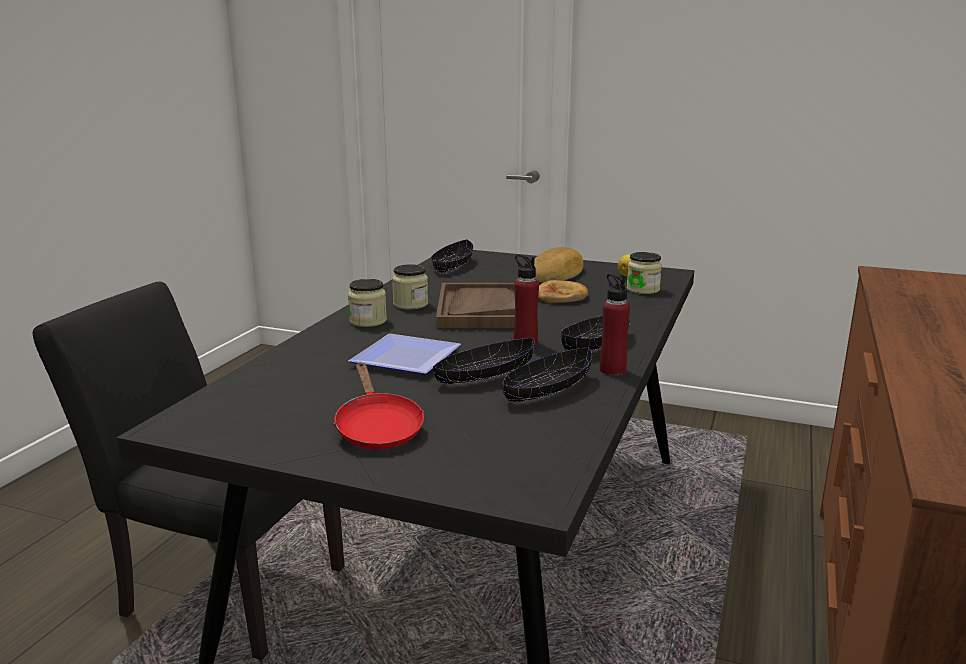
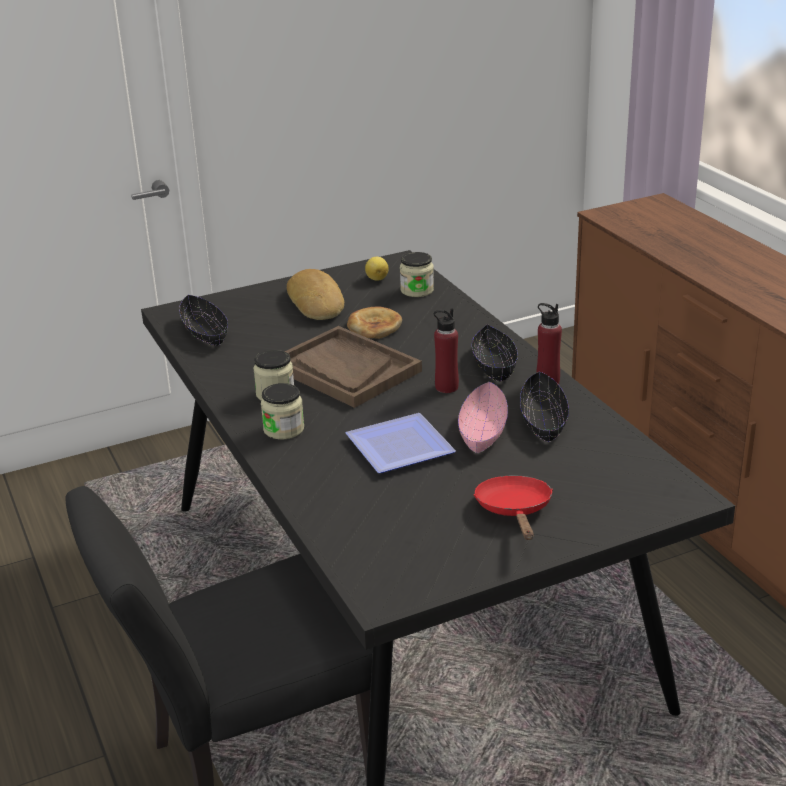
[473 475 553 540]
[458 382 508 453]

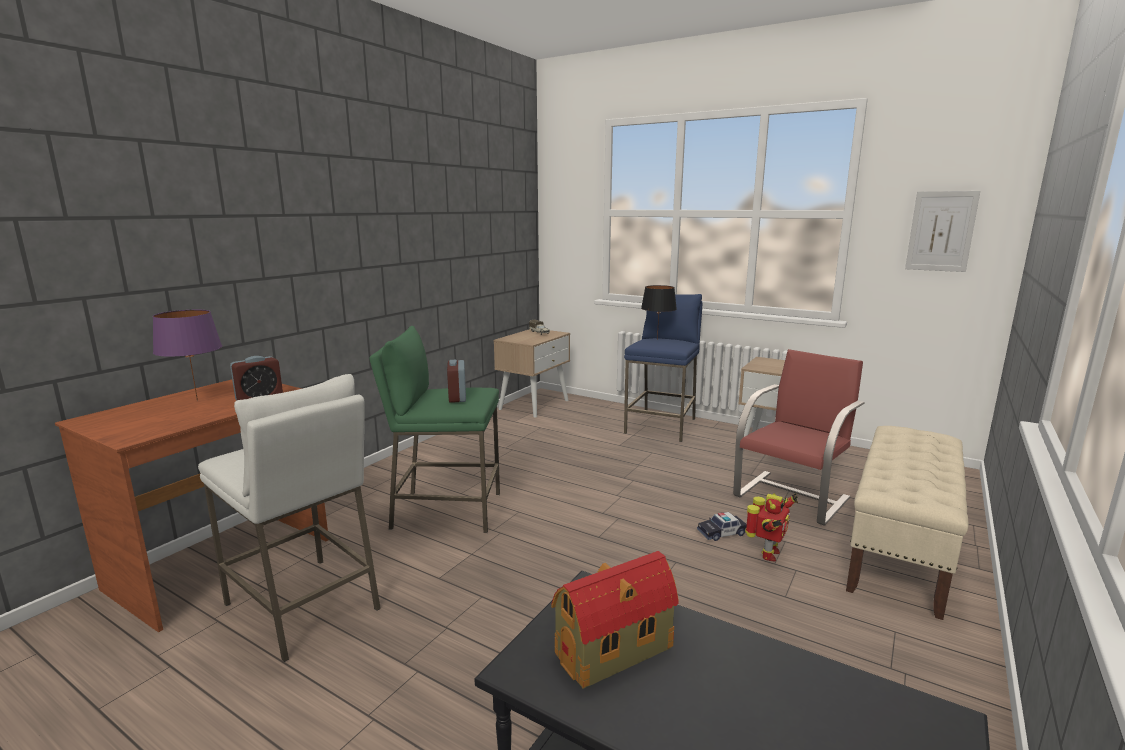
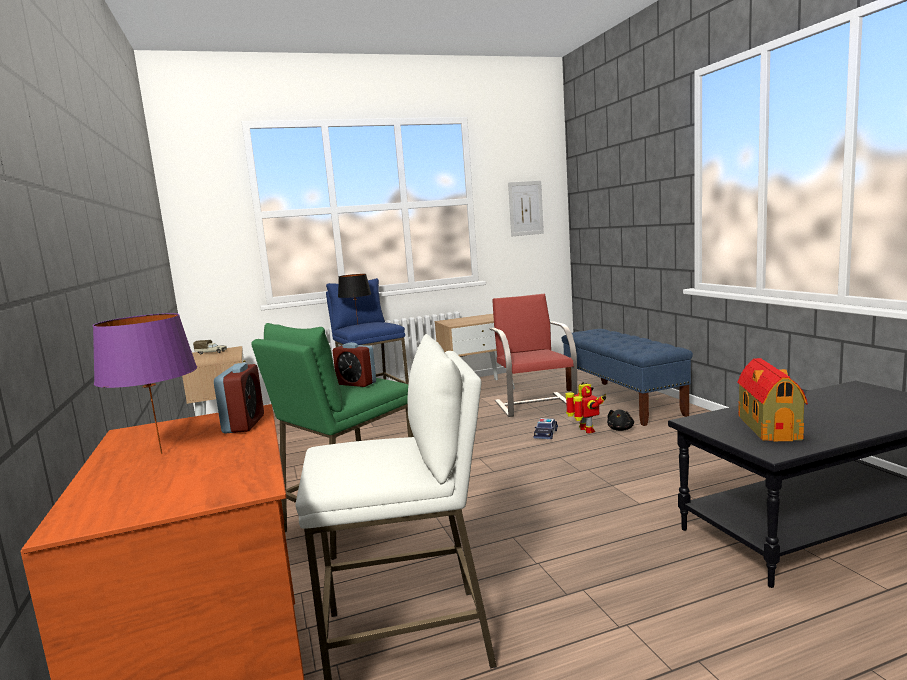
[562 329 693 426]
[607 410 634 431]

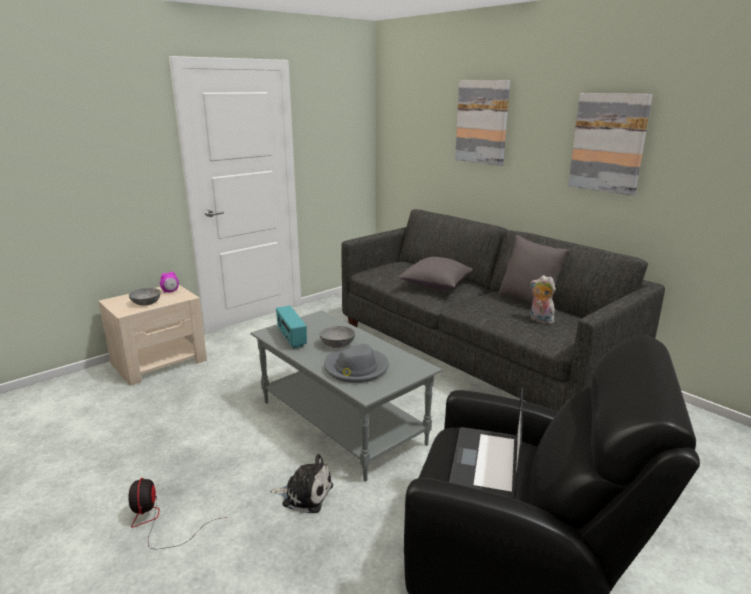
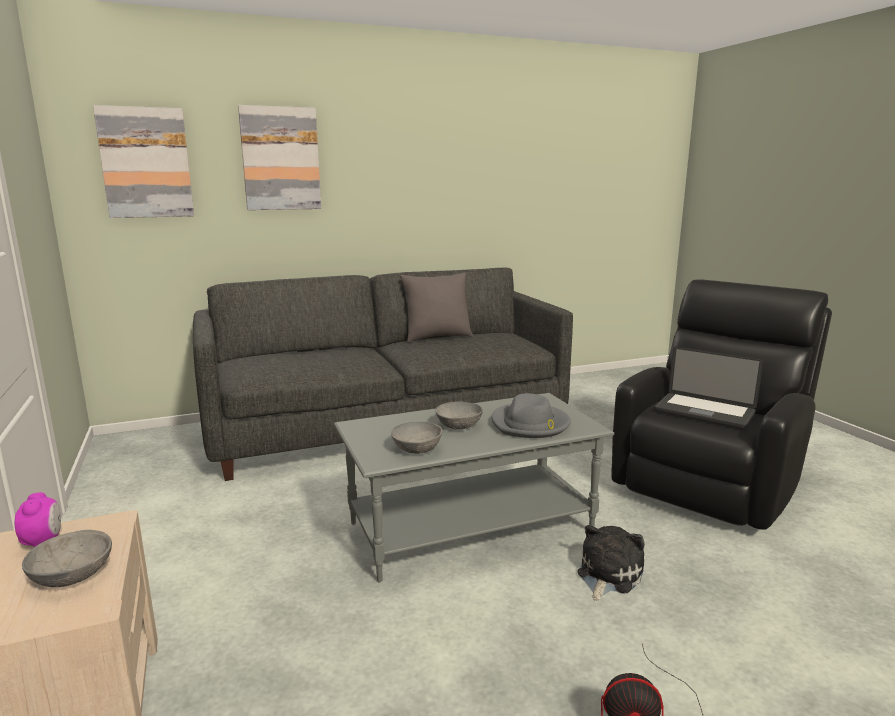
[391 422 442 454]
[398 257 473 290] (first image)
[531 275 556 324] (first image)
[93 105 194 218]

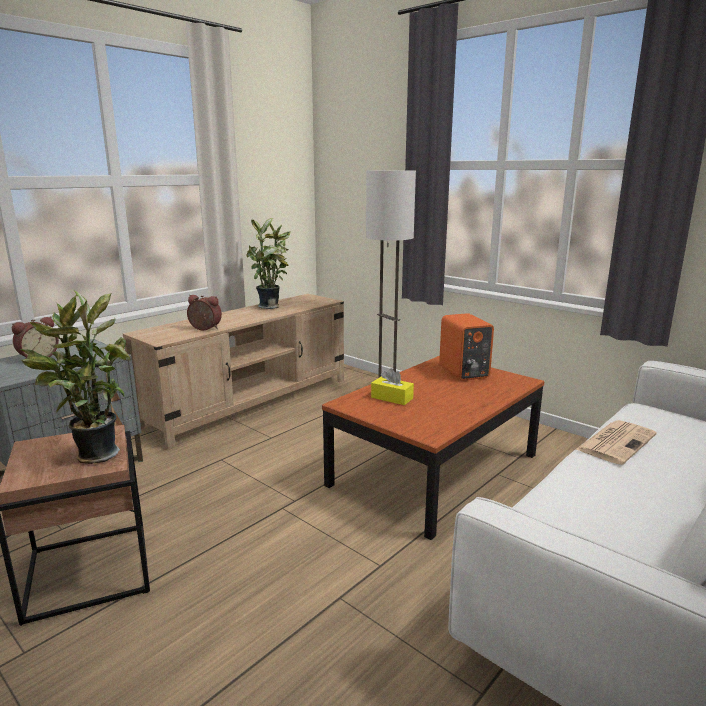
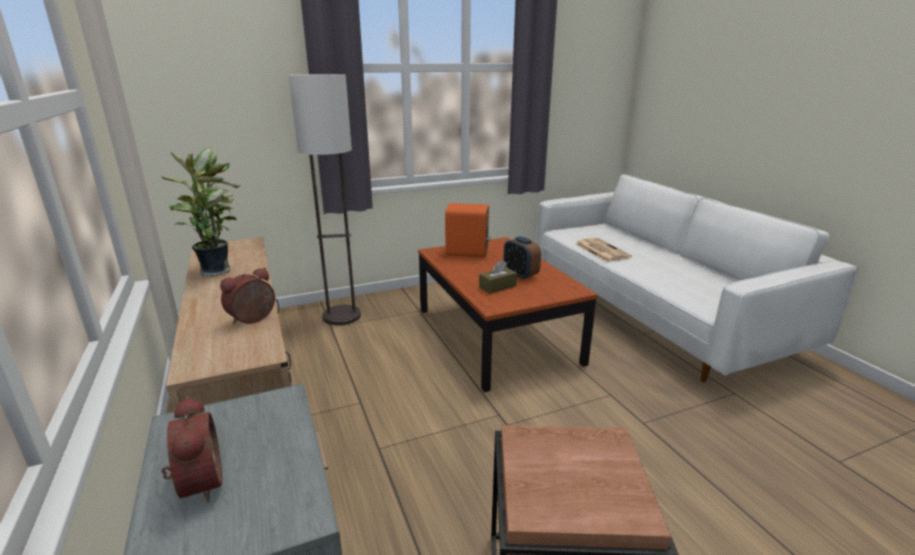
[20 290 130 464] (first image)
[479 260 517 294]
[503 236 541 280]

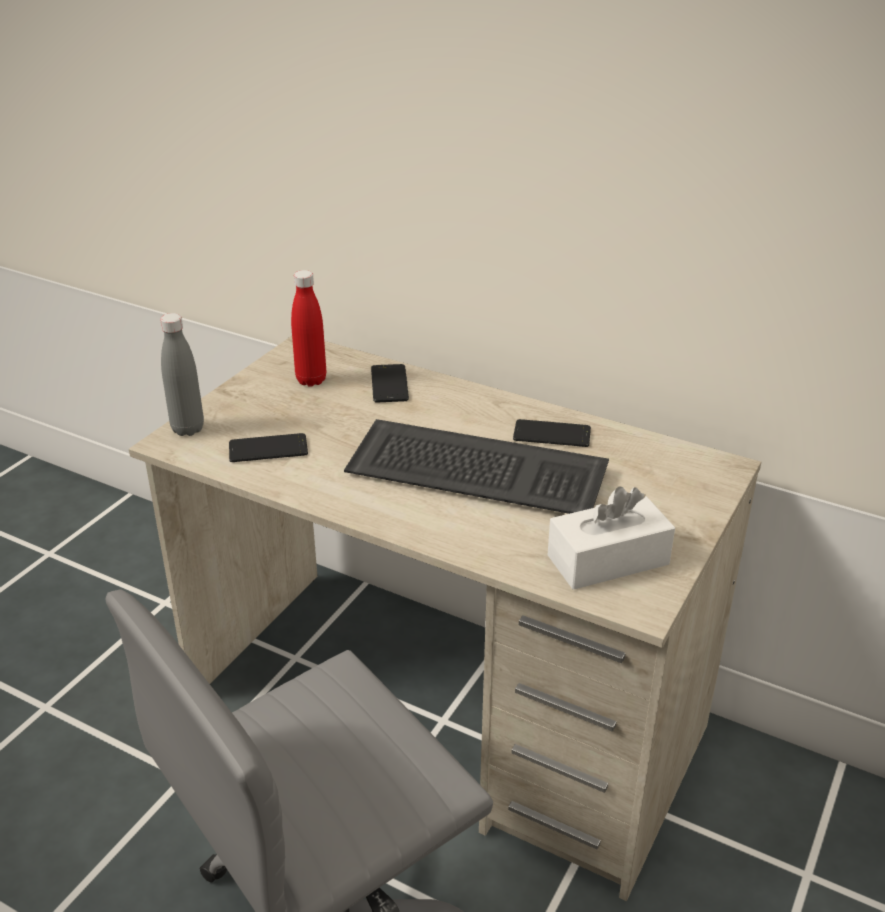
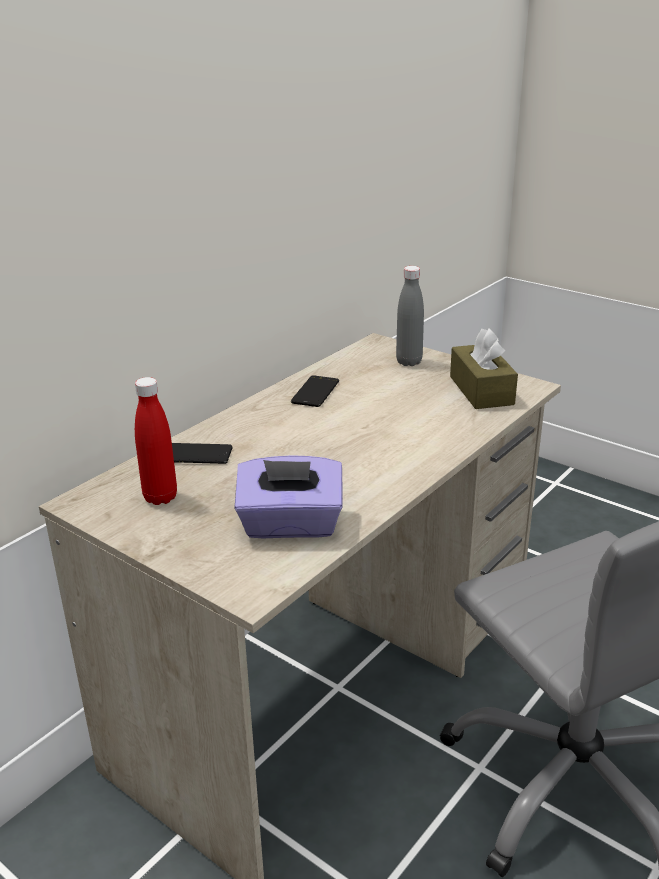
[396 266 424 366]
[234 455 343 538]
[344 419 609 514] (first image)
[450 328 518 409]

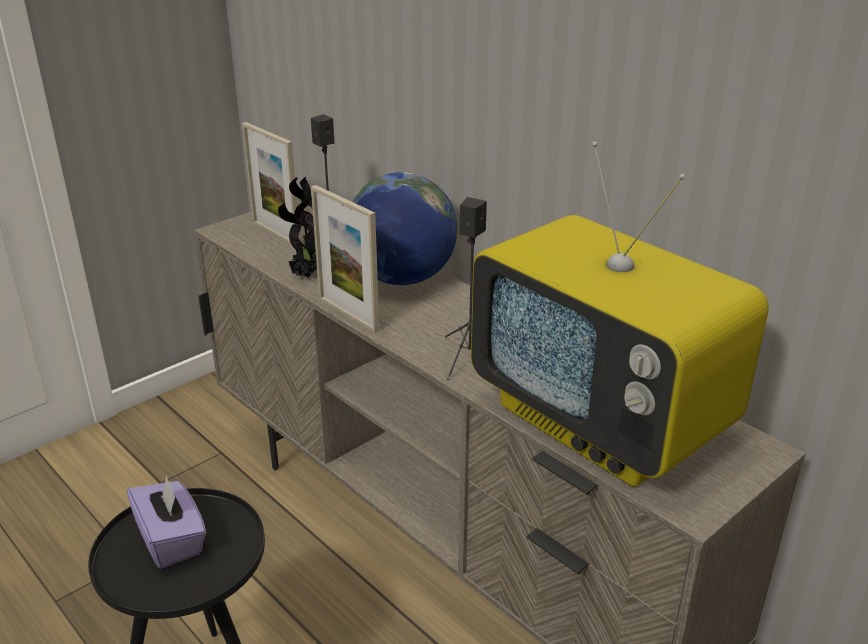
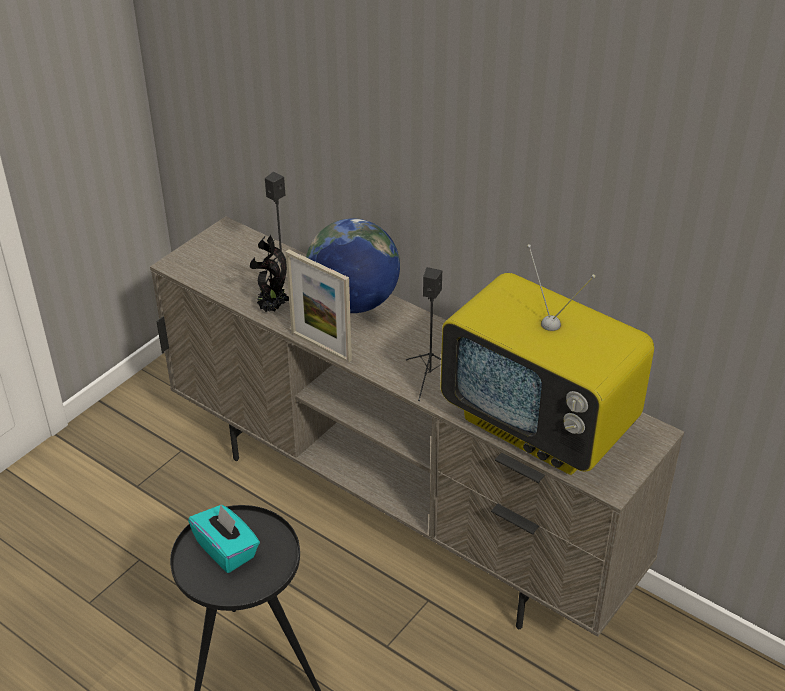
[188 505 260 573]
[242 122 300 245] (first image)

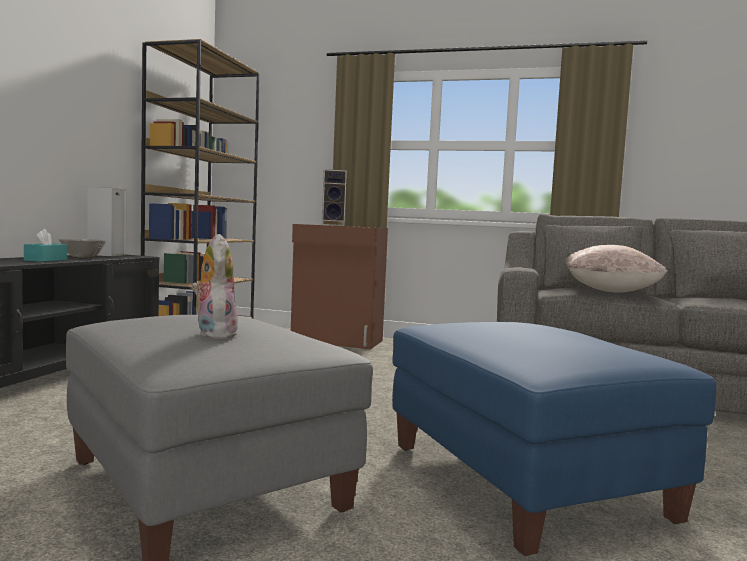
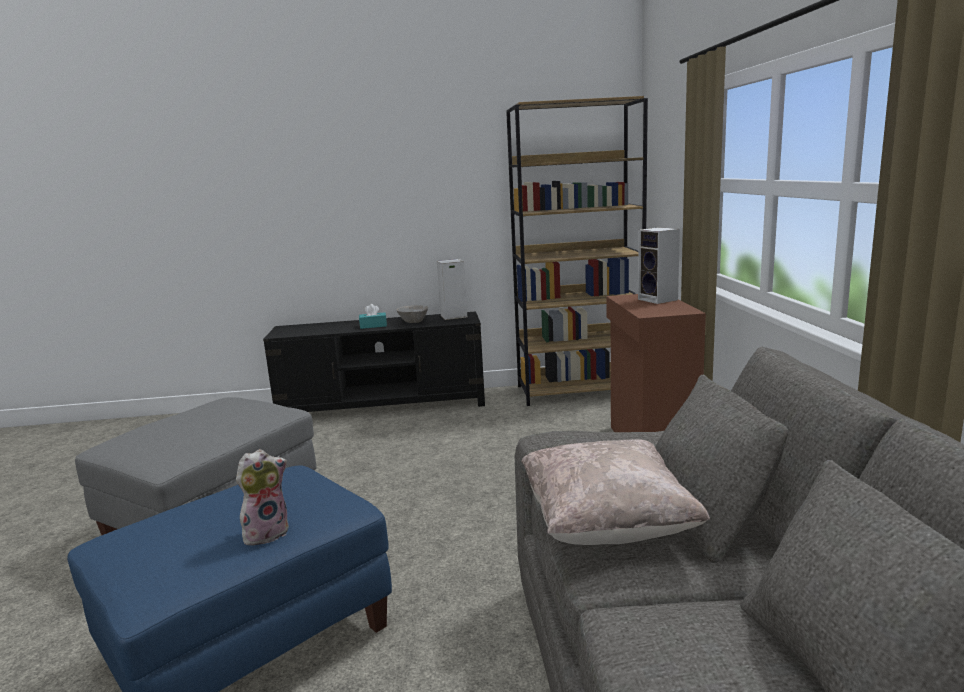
[236 449 289 547]

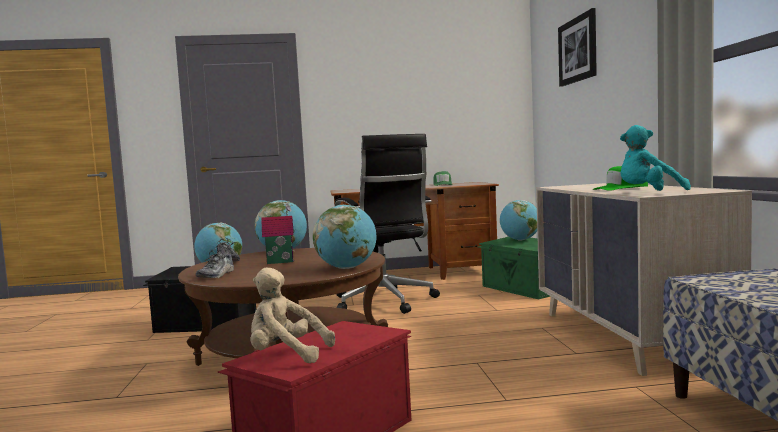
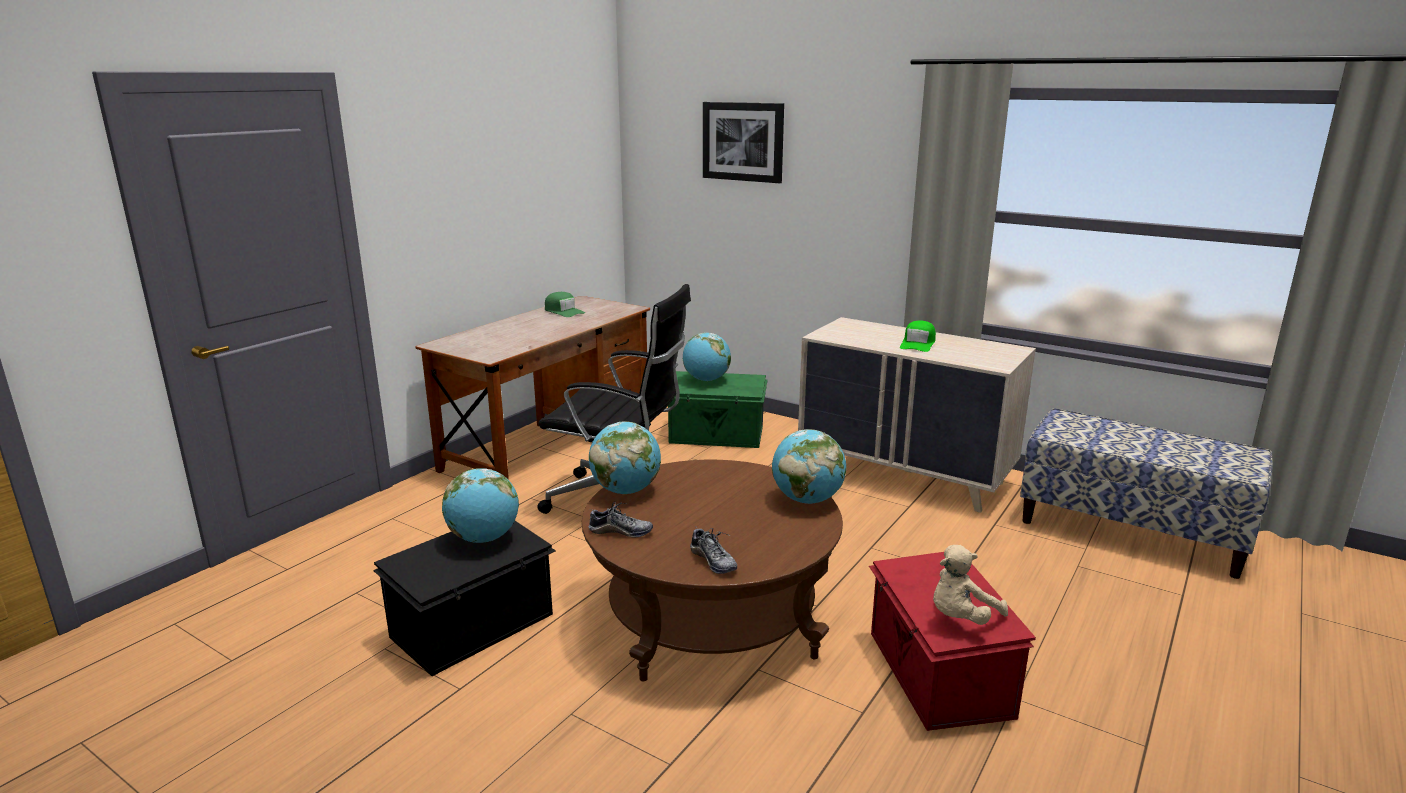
[261 203 294 264] (first image)
[620 125 691 191] (first image)

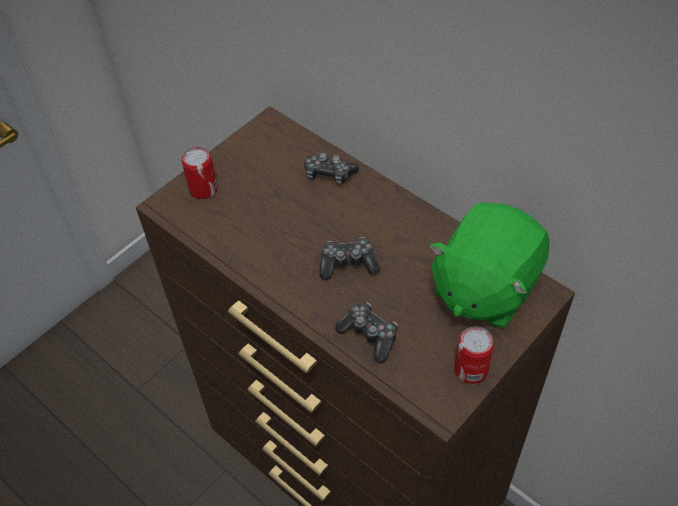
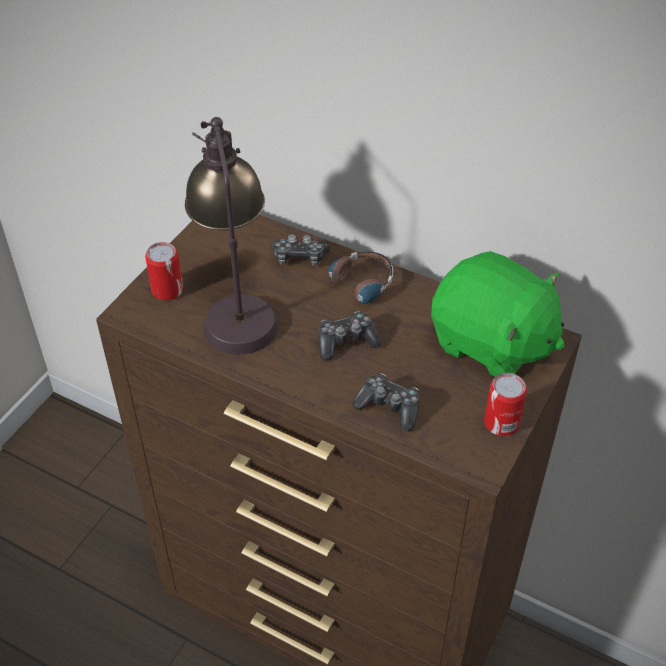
[431 251 565 377]
[185 117 278 355]
[311 252 393 304]

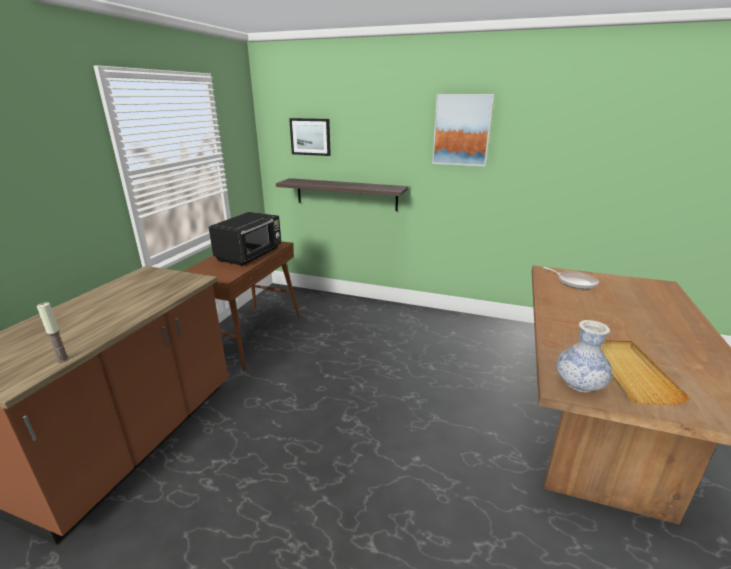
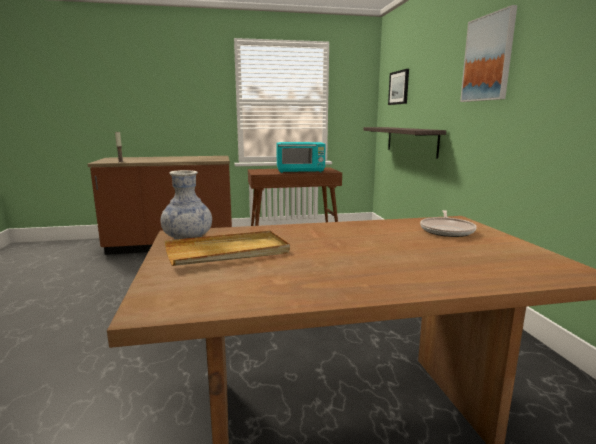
[276 142 326 173]

